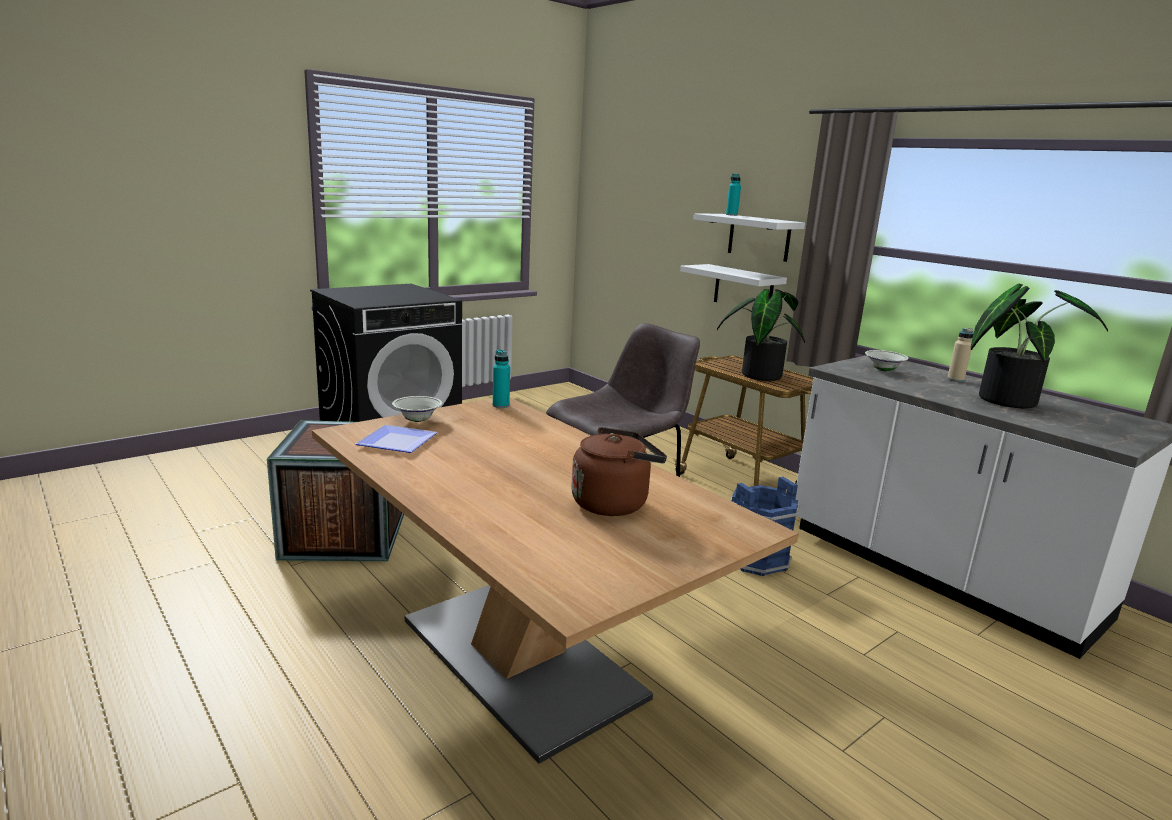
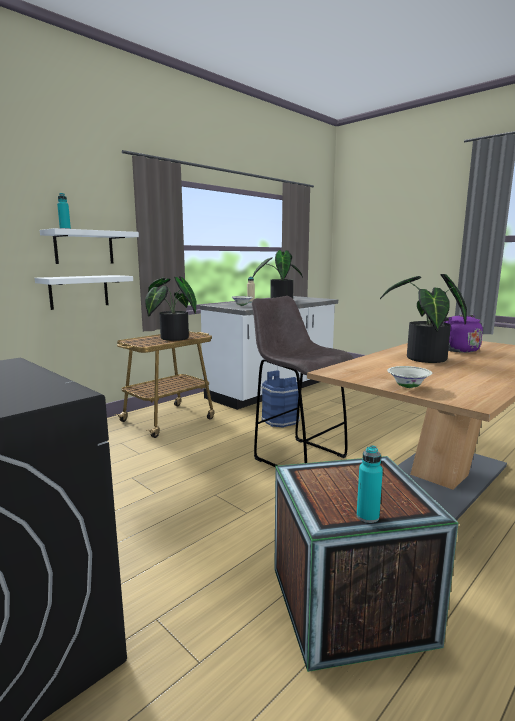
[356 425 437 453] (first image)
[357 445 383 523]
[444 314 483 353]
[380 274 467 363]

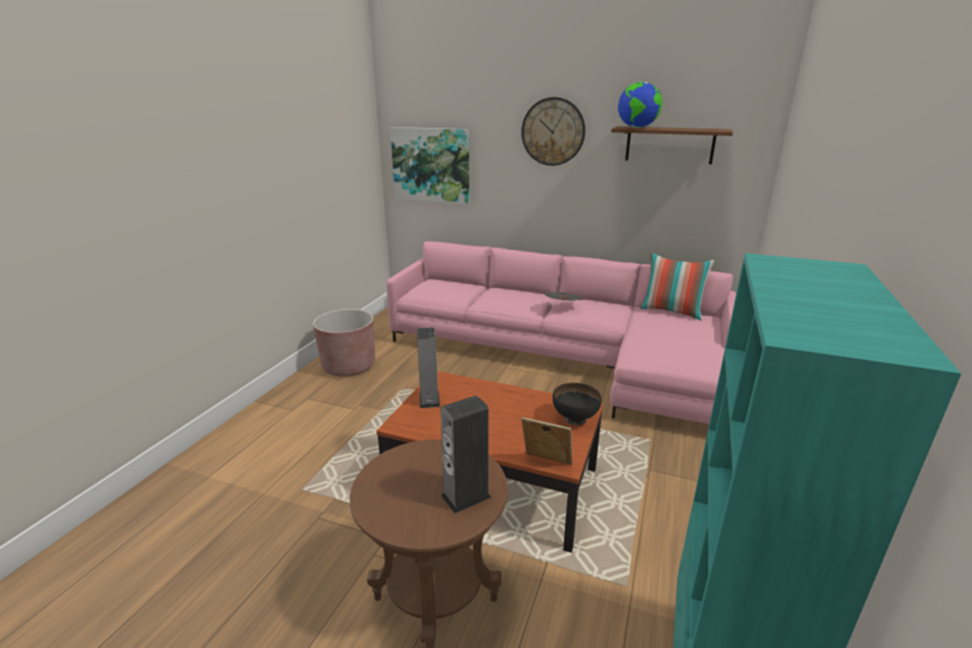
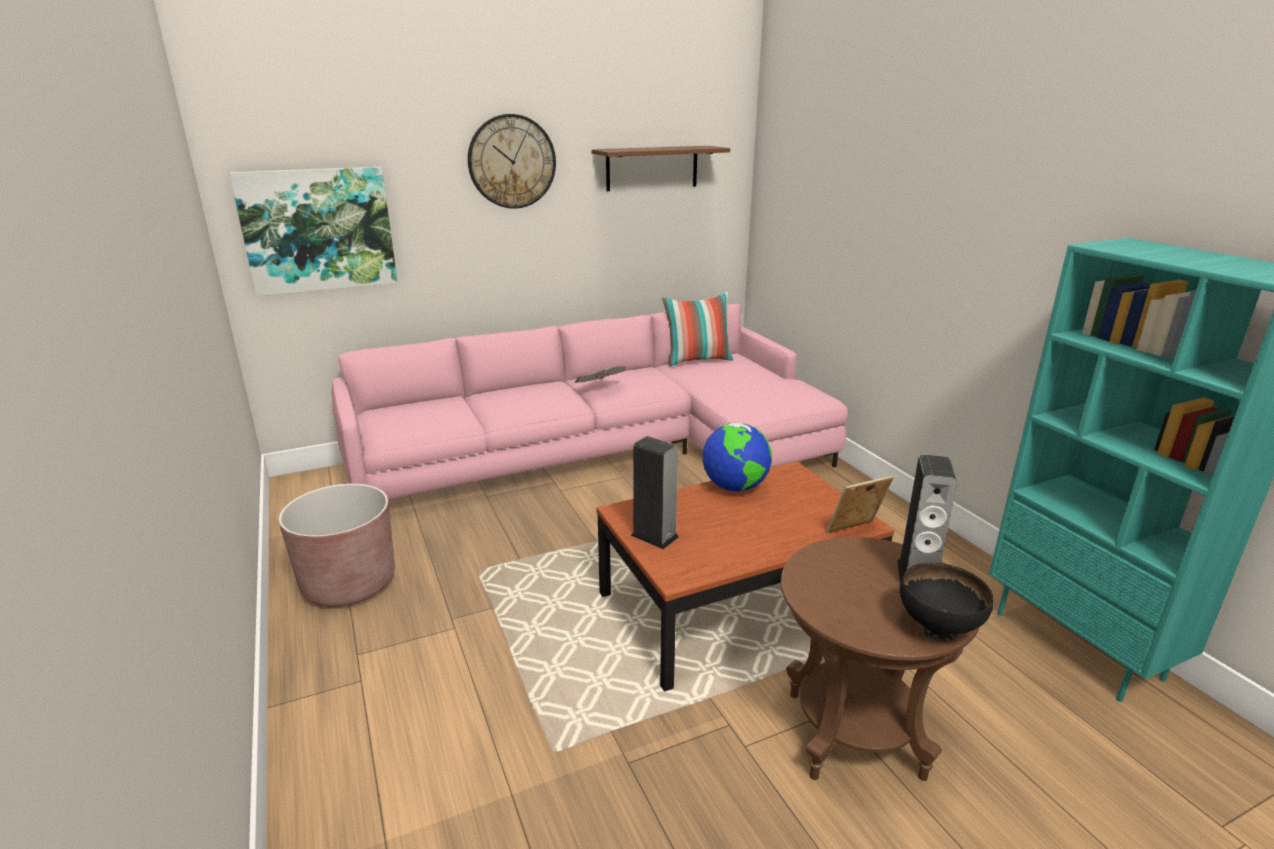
[900 563 993 641]
[702 423 772 492]

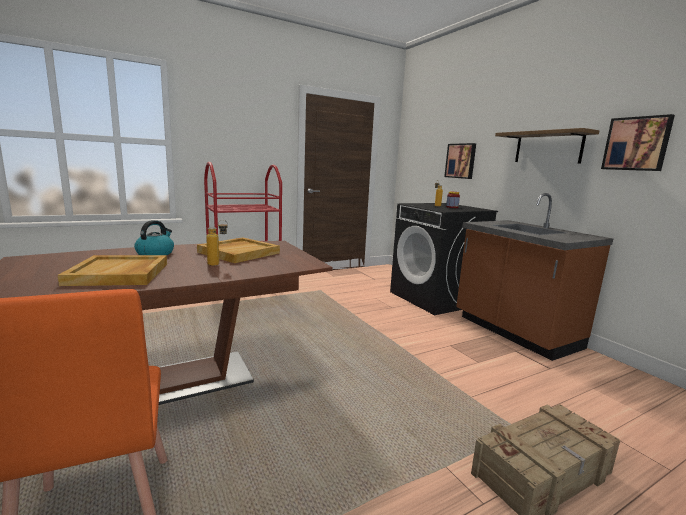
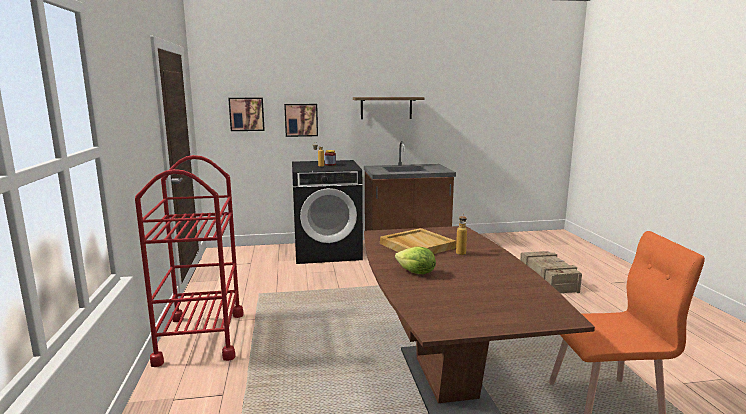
[58 255 167 286] (first image)
[395 247 436 274]
[228 98 265 131]

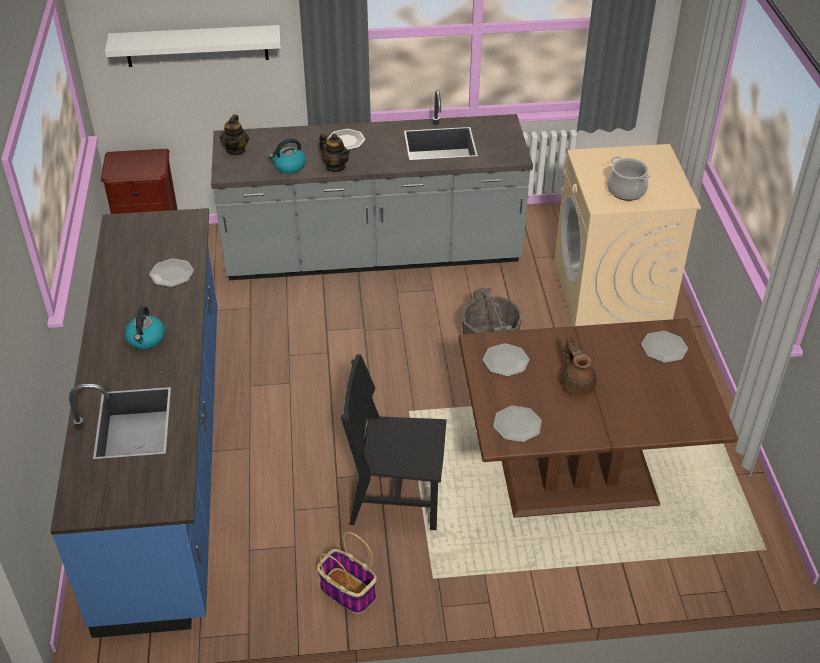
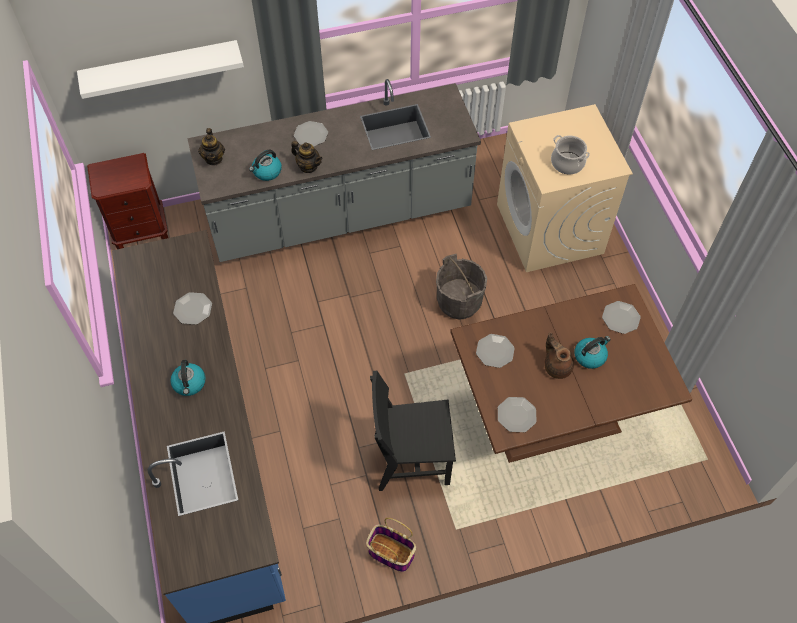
[574 336 611 369]

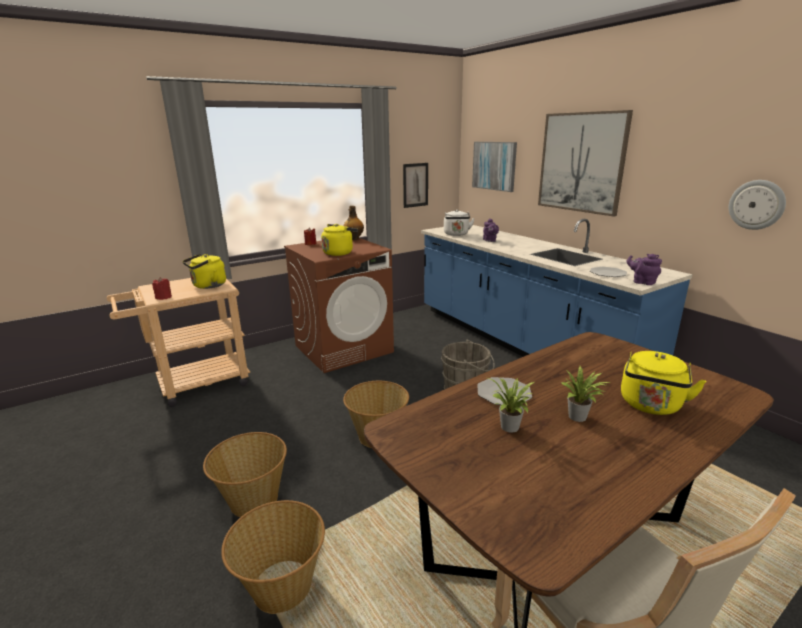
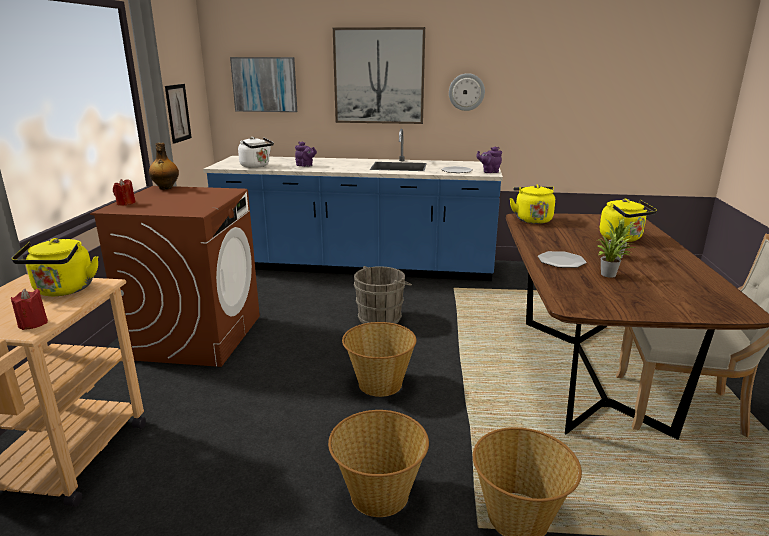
[509 185 555 224]
[449 73 485 111]

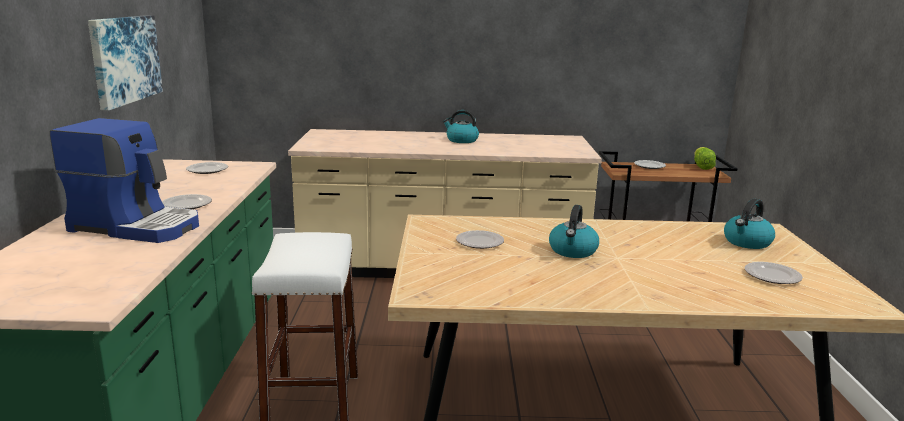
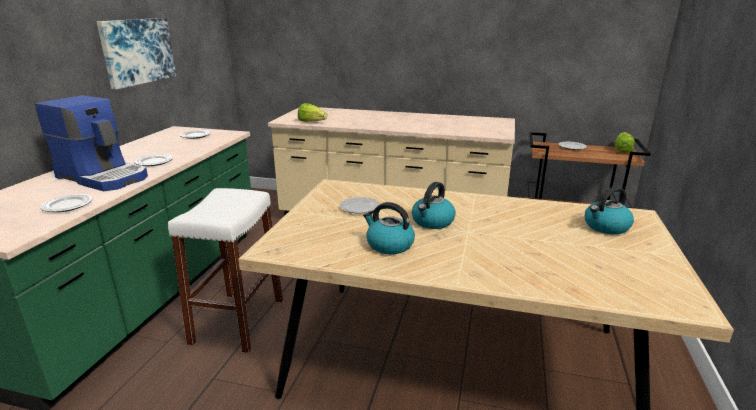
[363 202 415 254]
[40 194 93 212]
[298 103 327 122]

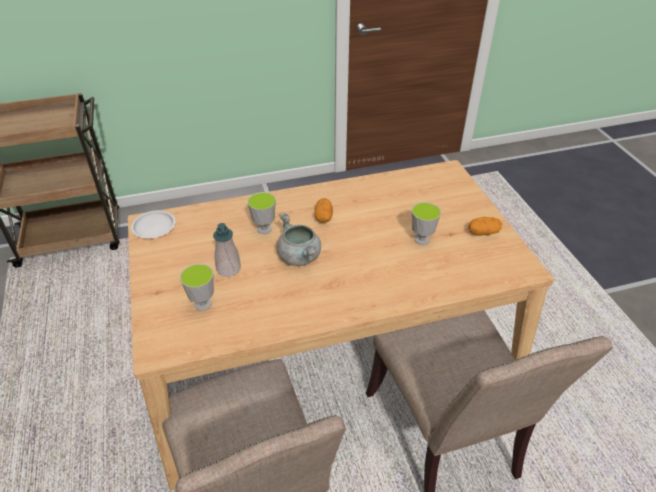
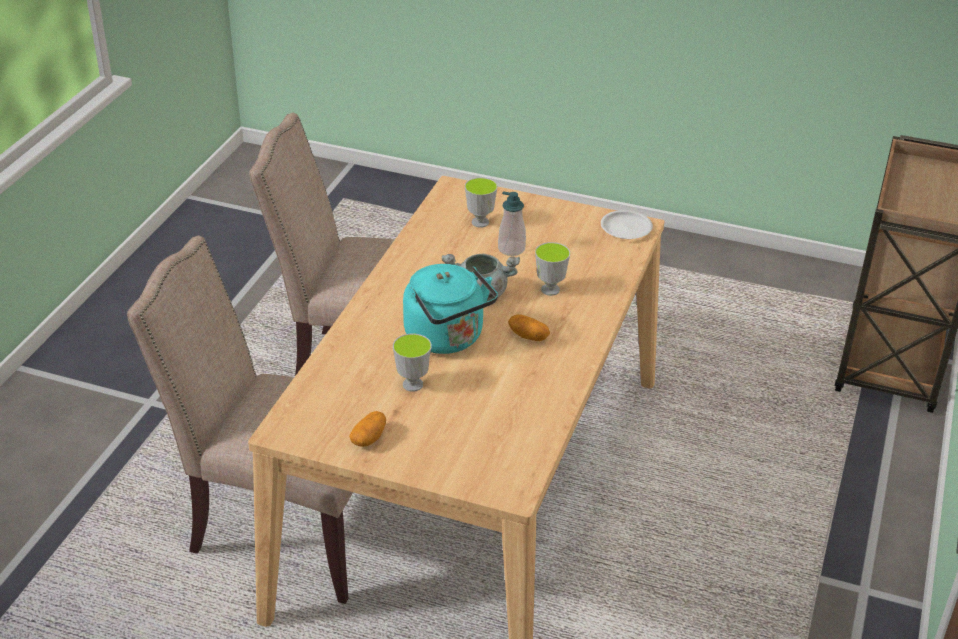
[403 264 498 354]

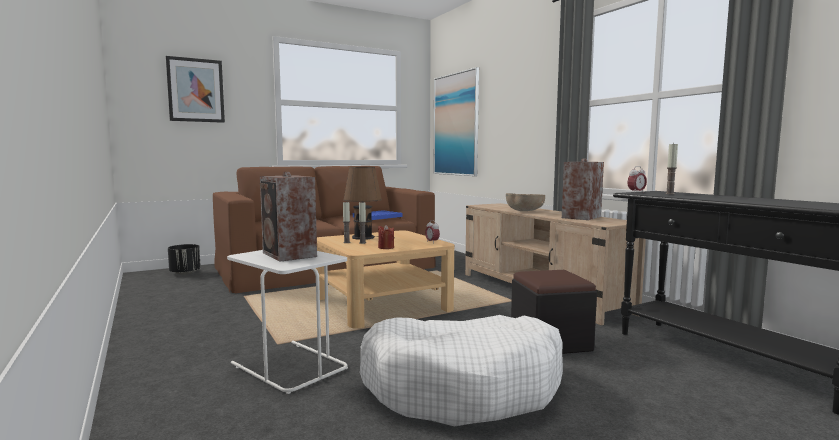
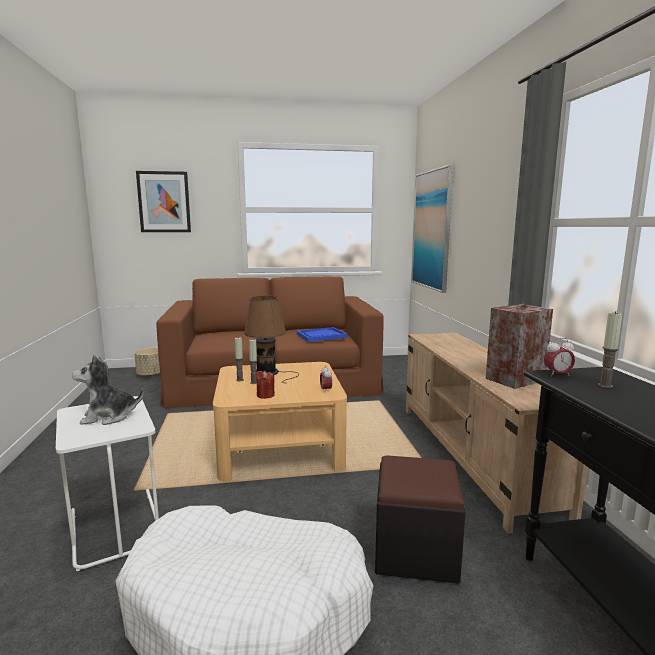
[134 348 160 377]
[72 355 144 425]
[506 193 545 211] (first image)

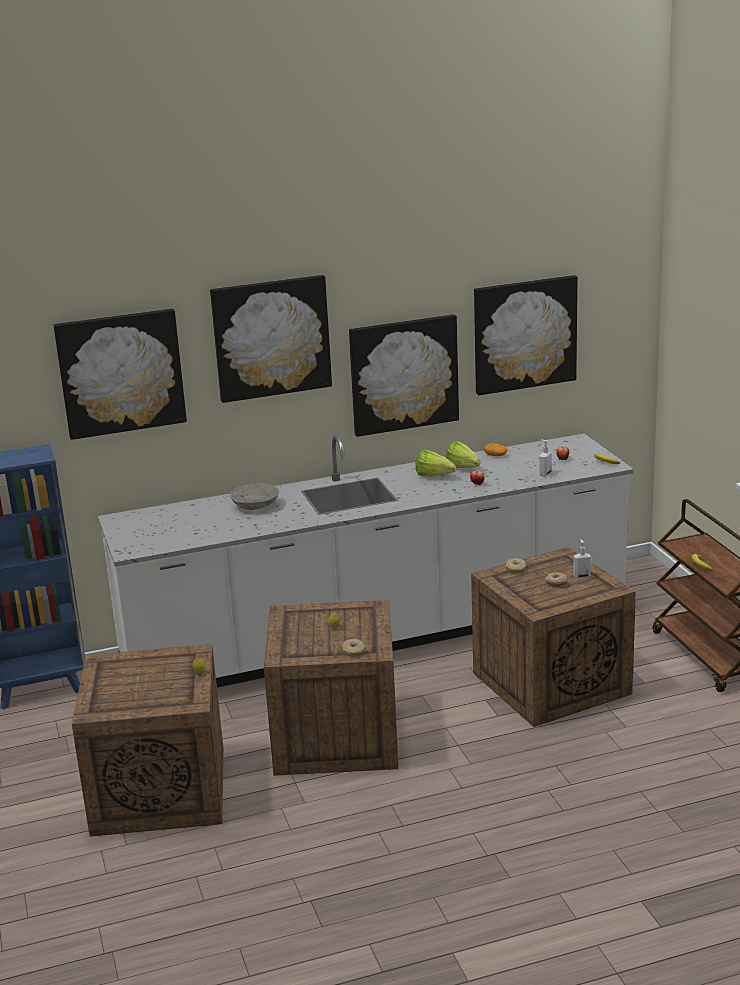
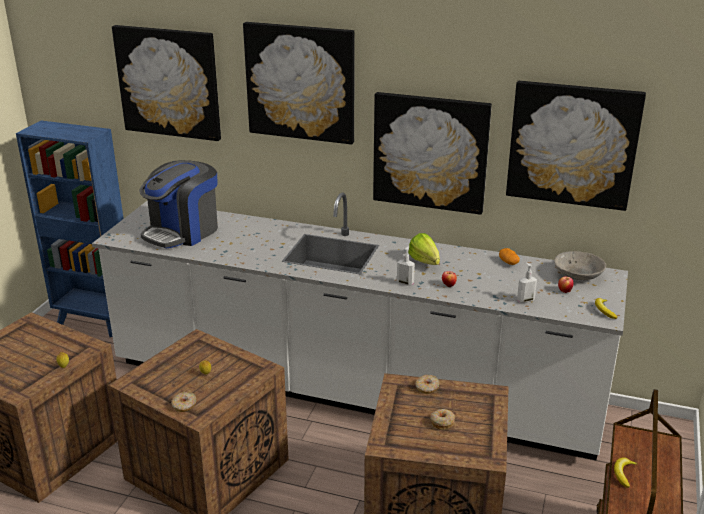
[554 251 606 280]
[446 441 480 468] (first image)
[397 246 415 286]
[139 160 218 249]

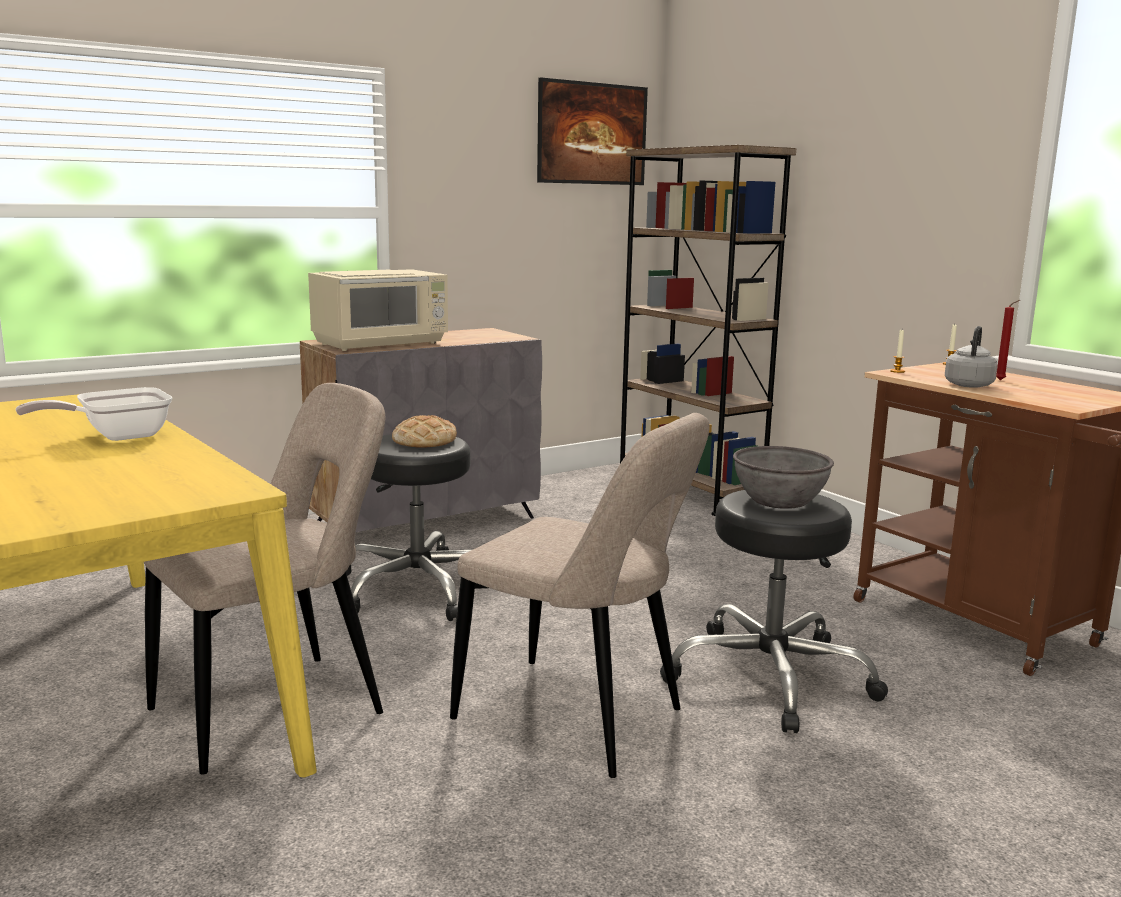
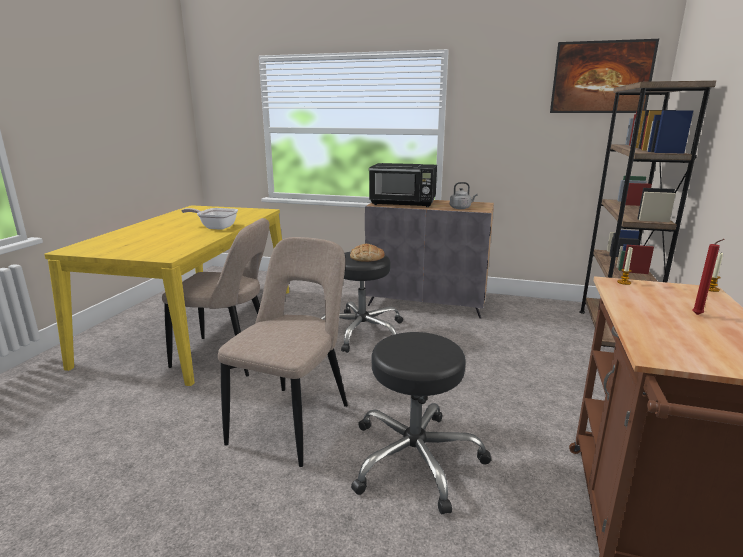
[369 163 437 207]
[218 237 348 467]
[733 446 834 509] (first image)
[450 182 478 209]

